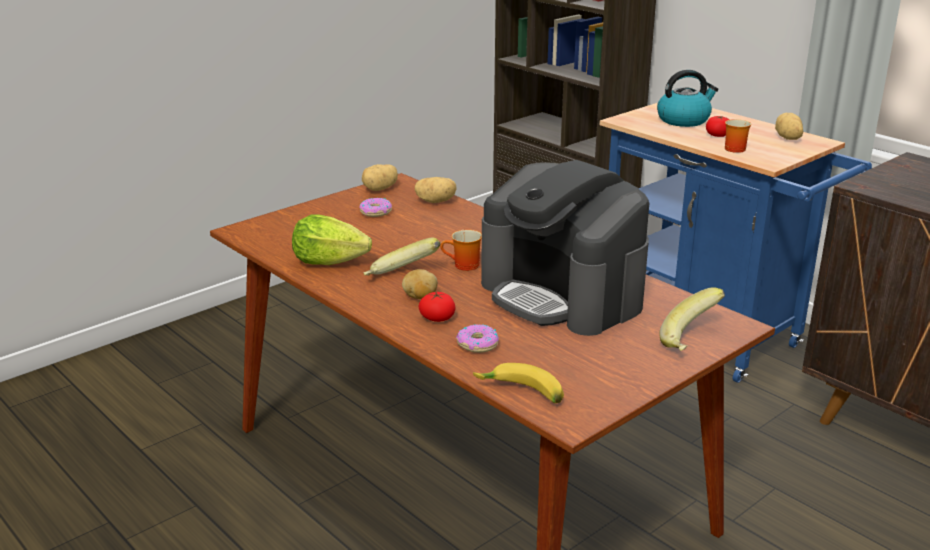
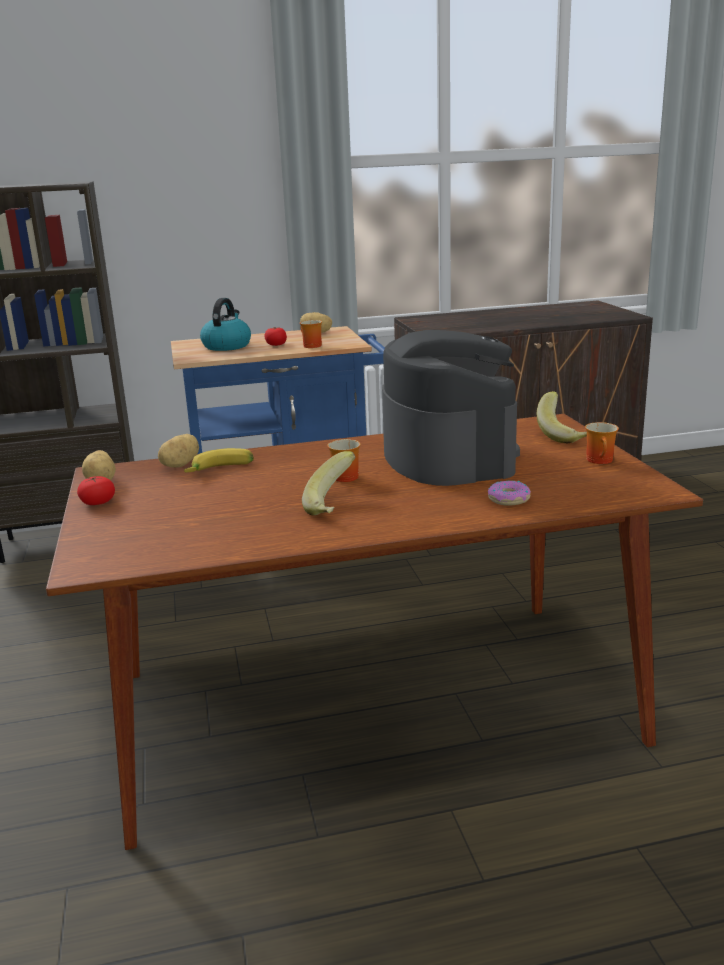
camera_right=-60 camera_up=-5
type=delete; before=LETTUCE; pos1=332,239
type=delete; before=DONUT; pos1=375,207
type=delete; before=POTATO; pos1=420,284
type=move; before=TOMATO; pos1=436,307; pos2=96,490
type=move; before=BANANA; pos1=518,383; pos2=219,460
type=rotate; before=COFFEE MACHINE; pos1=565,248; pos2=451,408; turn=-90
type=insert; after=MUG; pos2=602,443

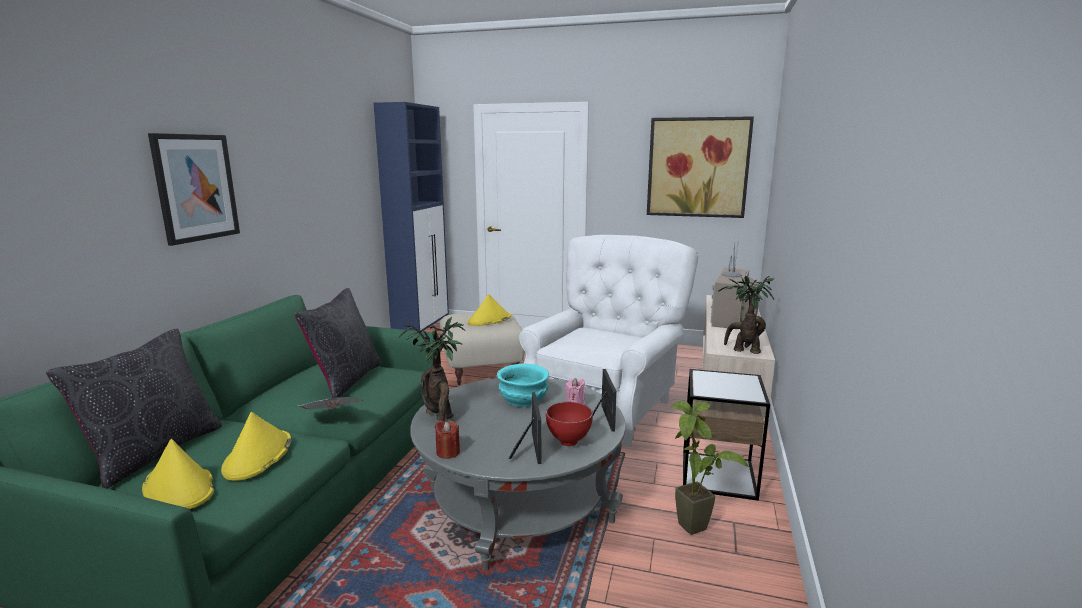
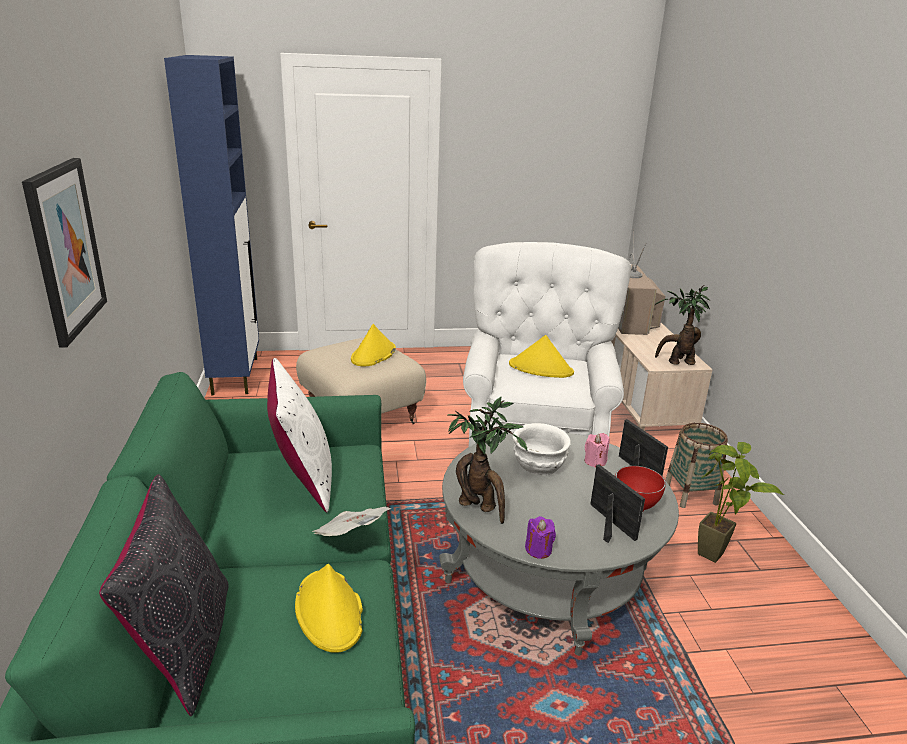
camera_right=-25 camera_up=10
type=move; before=YELLOW HAT; pos1=178,474; pos2=541,356
type=recolor; before=BLACK PILLOW; after=WHITE PILLOW; pos1=338,343; pos2=299,435
type=recolor; before=RED CANDLE; after=PURPLE CANDLE; pos1=447,439; pos2=540,537
type=recolor; before=TURQUOISE BOWL; after=WHITE BOWL; pos1=523,385; pos2=542,449
type=delete; before=PICTURE; pos1=700,167
type=replace; before=SIDE TABLE; after=BASKET; pos1=726,435; pos2=697,465

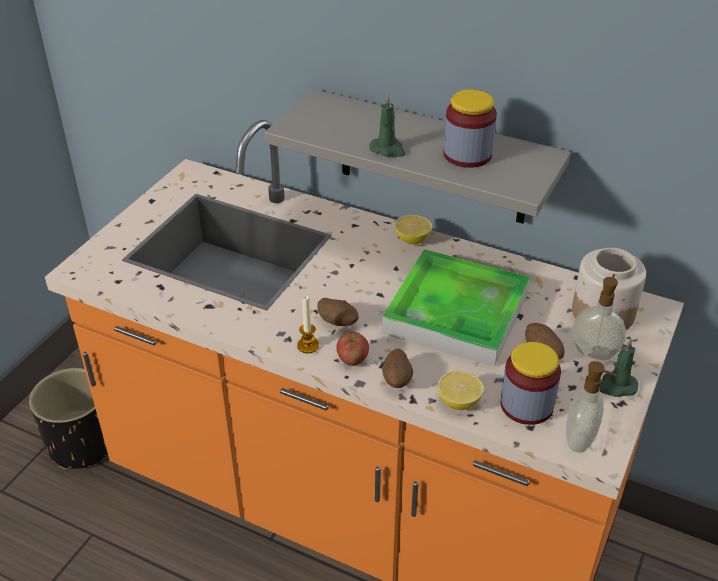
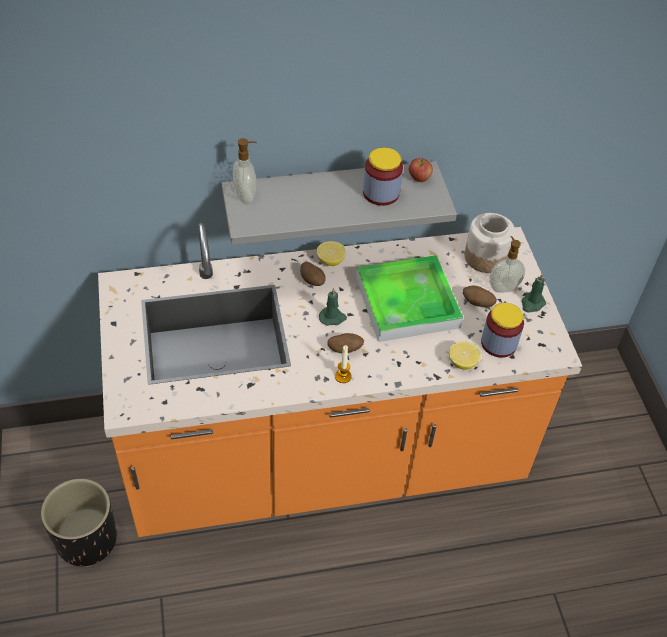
camera_right=-40 camera_up=10
type=move; before=APPLE; pos1=352,349; pos2=421,170
type=move; before=GREEN CANDLE; pos1=387,125; pos2=333,307
type=move; before=POTATO; pos1=397,368; pos2=313,274
type=move; before=SOAP DISPENSER; pos1=591,407; pos2=245,171

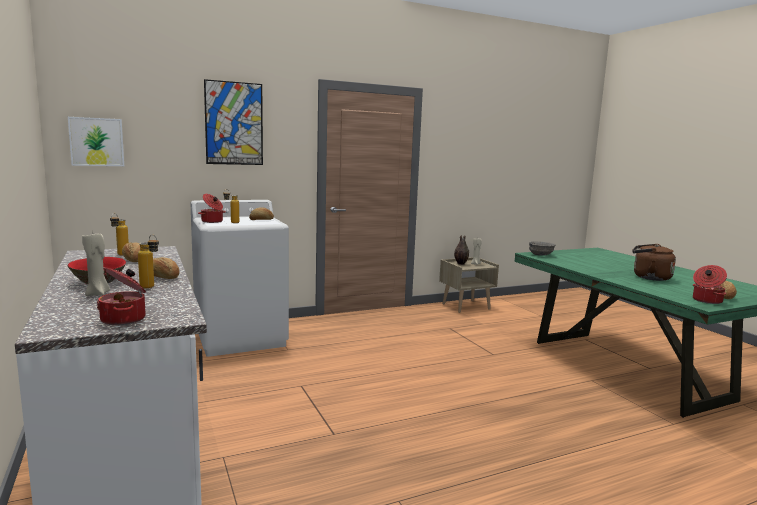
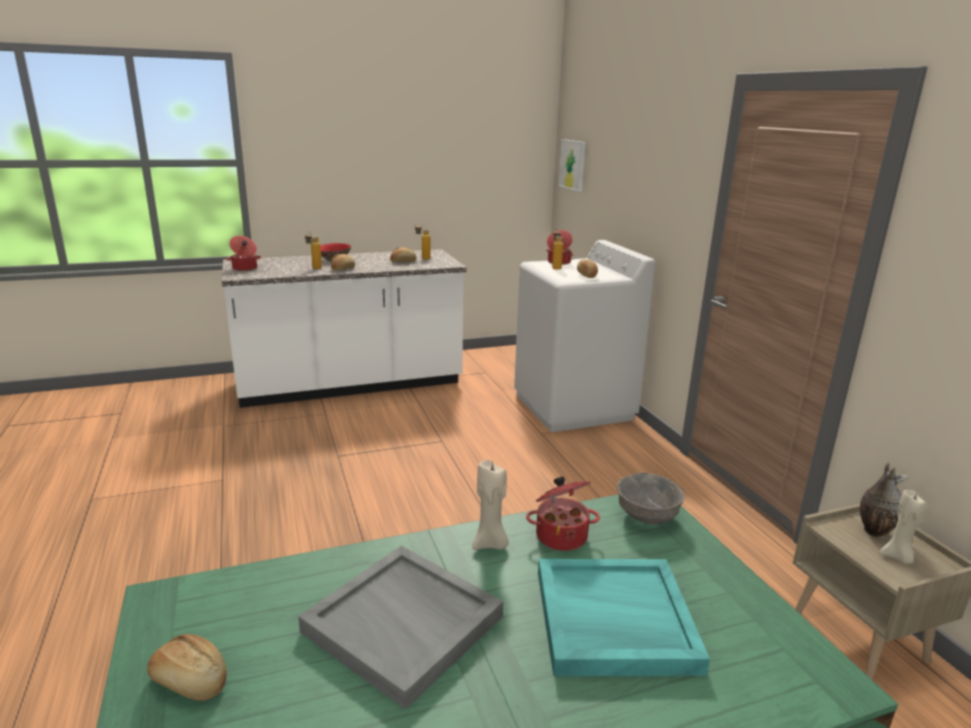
camera_right=95 camera_up=10
type=move; before=BEIGE CANDLE; pos1=96,265; pos2=490,505
type=delete; before=PICTURE; pos1=233,122
type=replace; before=BROWN KETTLE; after=GREY TRAY; pos1=654,262; pos2=400,628
type=move; before=COOKING POT; pos1=710,284; pos2=563,513
type=insert; after=TURQUOISE TRAY; pos2=624,617

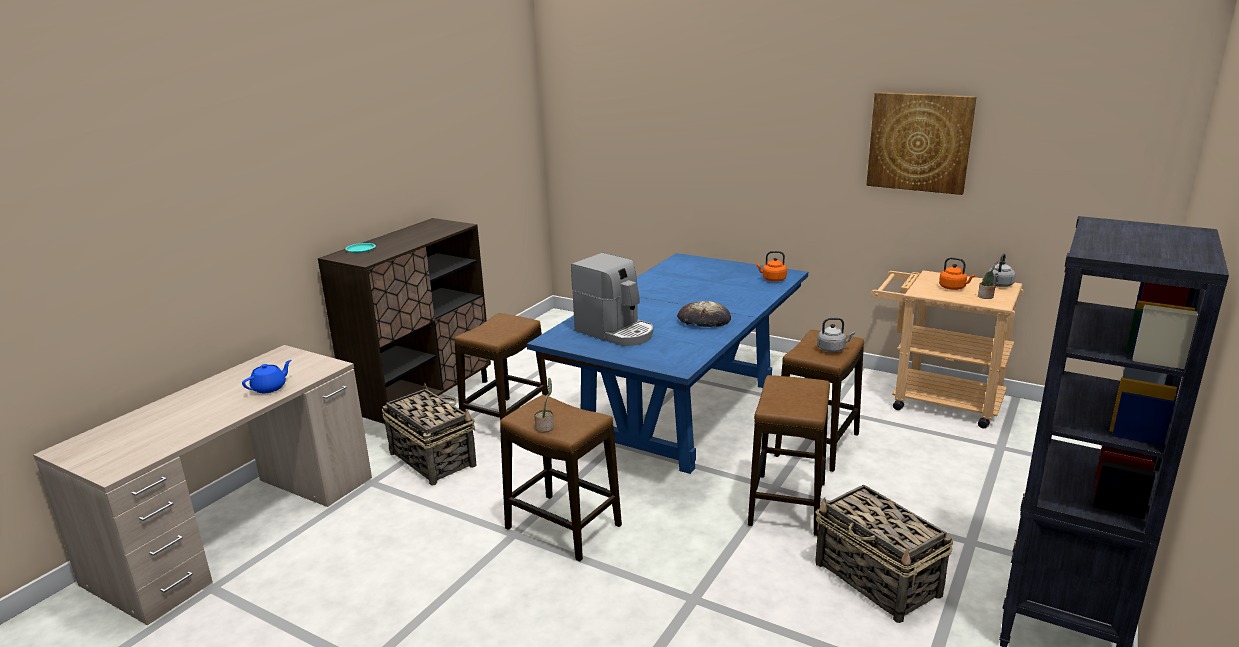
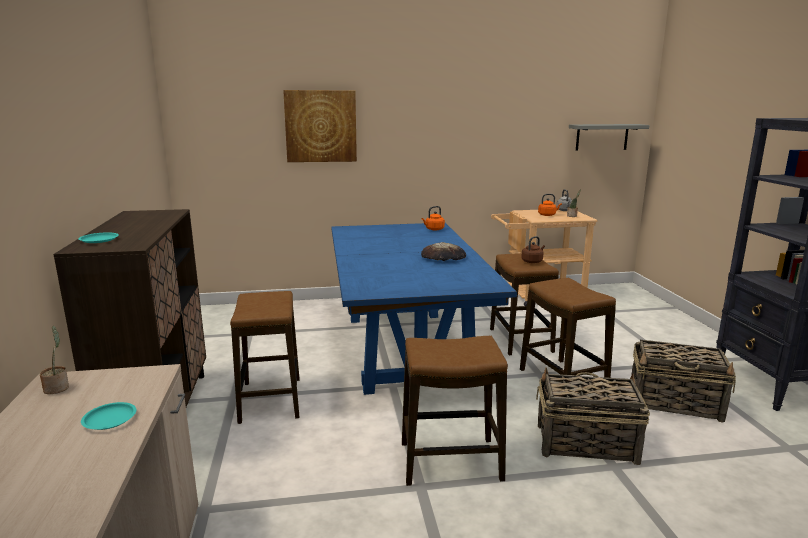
camera_right=-40 camera_up=-5
type=replace; before=BLUE TEAPOT; after=TURQUOISE PLATE; pos1=266,376; pos2=108,416
type=move; before=BASKET; pos1=429,434; pos2=593,416
type=move; before=POTTED PLANT; pos1=544,405; pos2=54,360
type=delete; before=COFFEE MACHINE; pos1=612,299
type=recolor; before=GREY KETTLE; after=BROWN KETTLE; pos1=836,334; pos2=533,249
type=move; before=PICTURE; pos1=921,143; pos2=320,126
type=insert; after=GREY SHELF; pos2=609,137

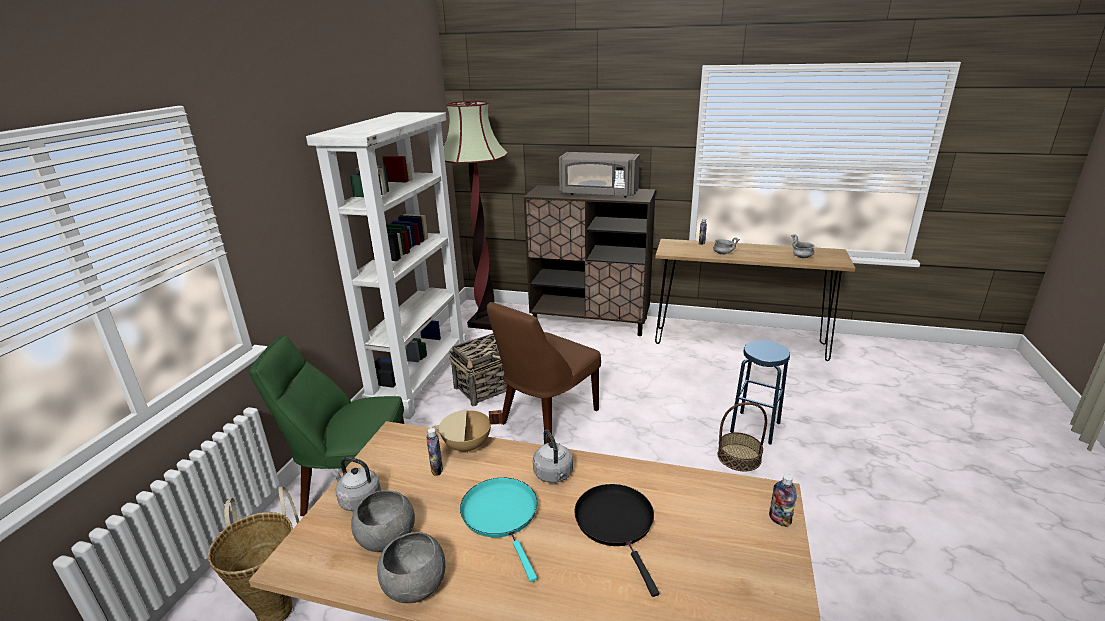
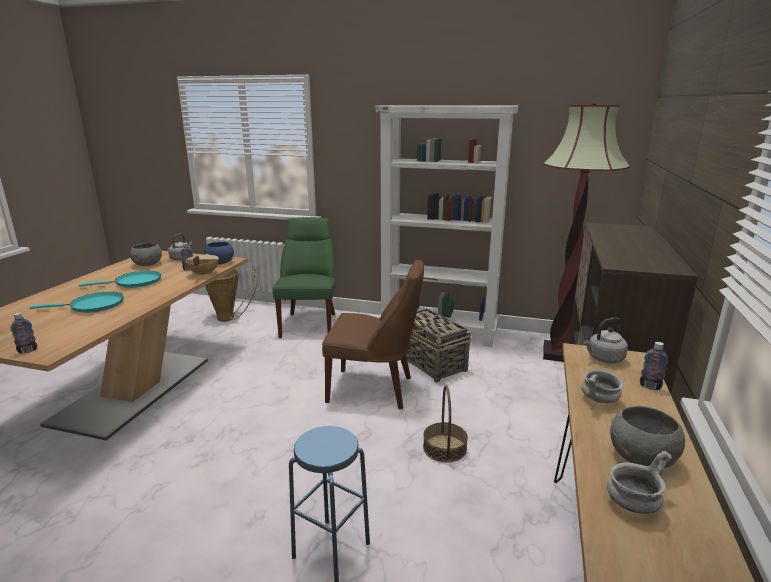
camera_right=90 camera_up=-5
type=move; before=GREY BOWL; pos1=411,567; pos2=647,437
type=rotate; before=BROWN CHAIR; pos1=544,372; pos2=373,334; turn=150
type=move; before=GREY KETTLE; pos1=553,456; pos2=606,340
type=delete; before=GREY MICROWAVE; pos1=599,175
type=recolor; before=BLACK FRYING PAN; after=TURQUOISE FRYING PAN; pos1=616,540; pos2=77,302
type=move; before=BASKET; pos1=742,436; pos2=445,423
type=insert; after=BLUE BOWL; pos2=219,253

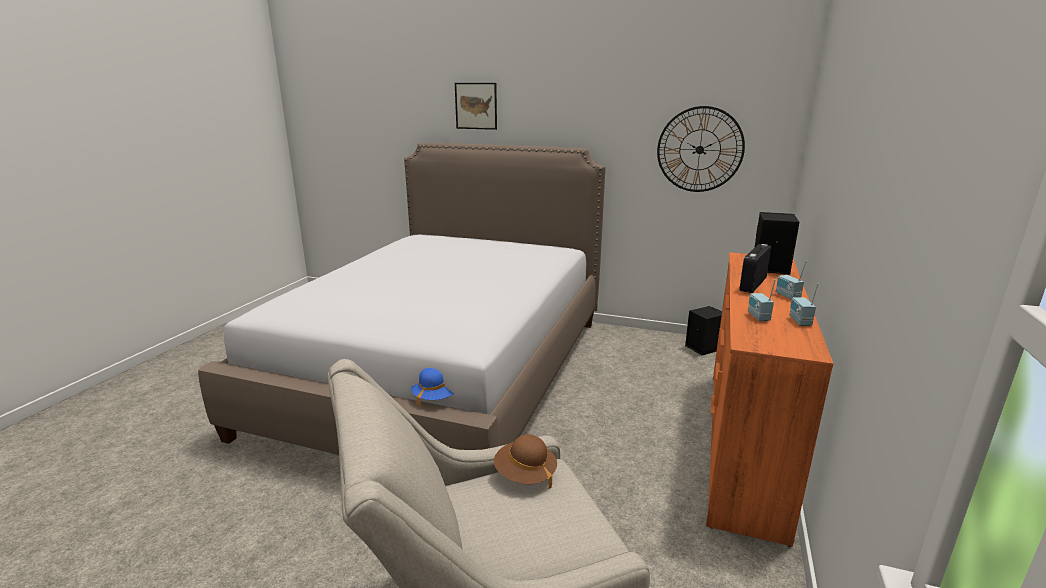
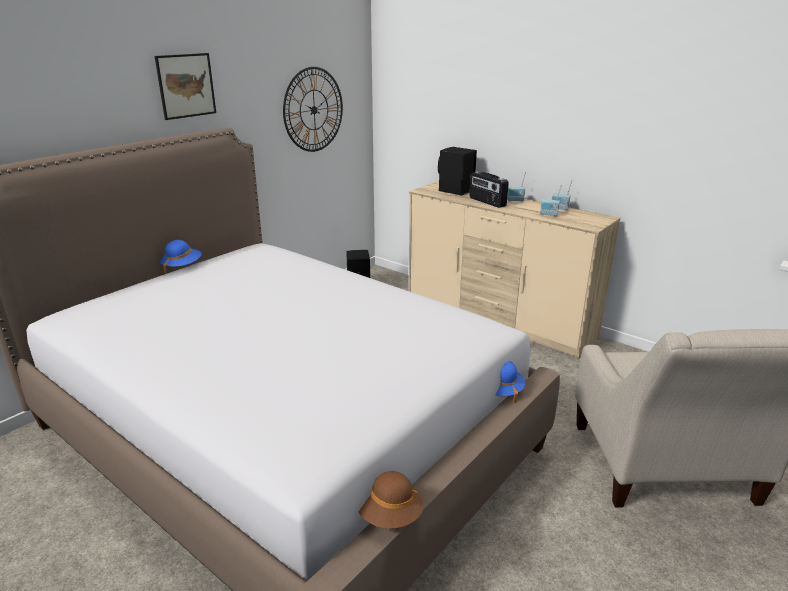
camera_right=-70 camera_up=5
type=move; before=PICTURE; pos1=476,106; pos2=185,86
type=move; before=BROWN HAT; pos1=525,461; pos2=391,500
type=recolor; before=ORANGE DRESSER; after=BEIGE DRESSER; pos1=770,399; pos2=515,270
type=insert; after=BLUE HAT; pos2=180,256

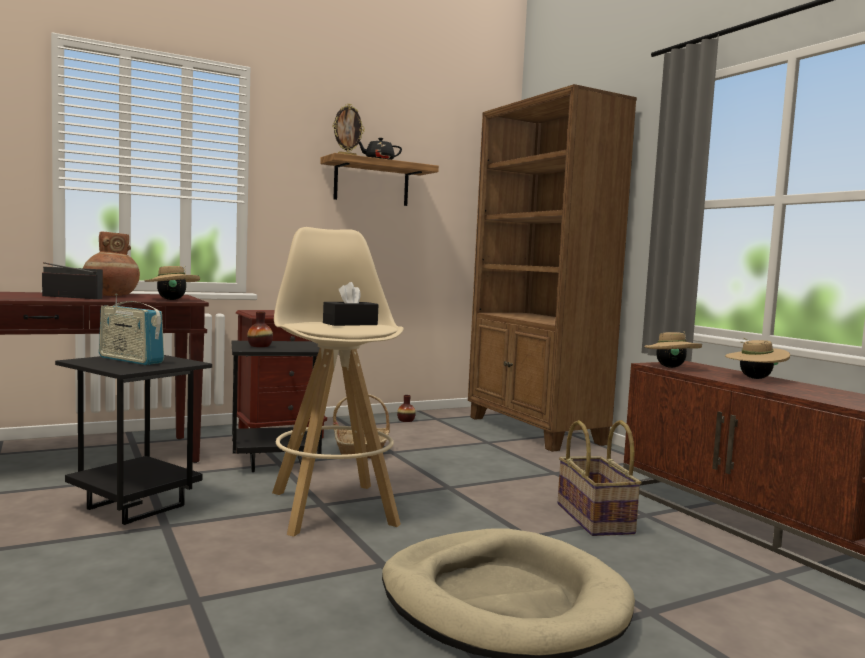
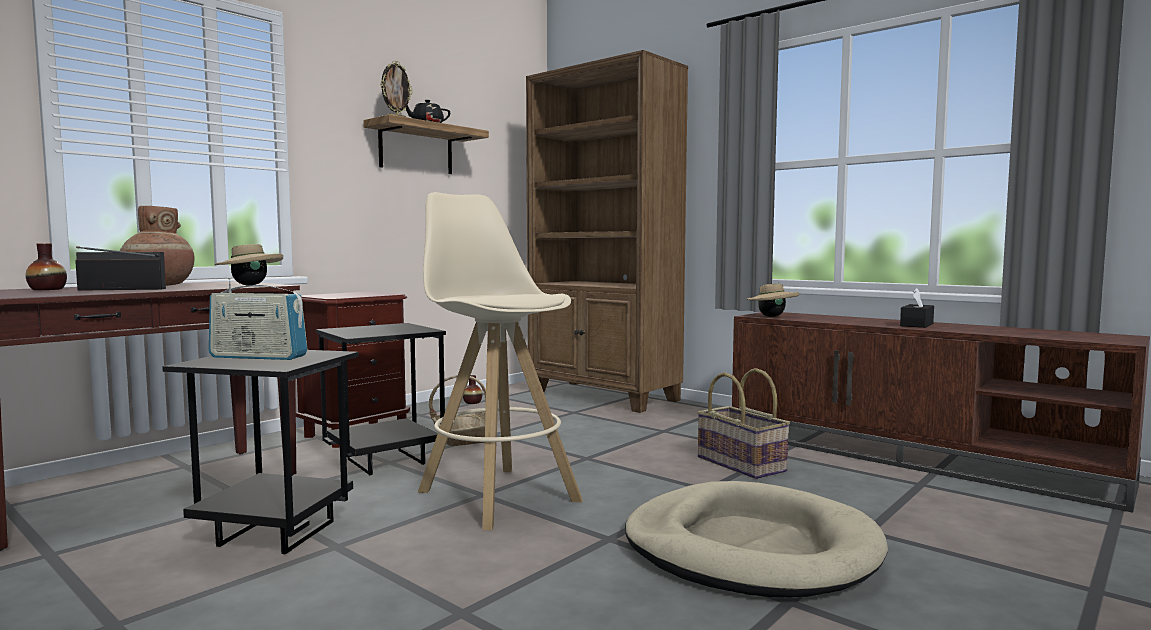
camera_right=-20 camera_up=0
type=move; before=VASE; pos1=260,329; pos2=46,266
type=move; before=BLACK TISSUE BOX; pos1=350,304; pos2=917,308
type=delete; before=BEIGE HAT; pos1=757,358

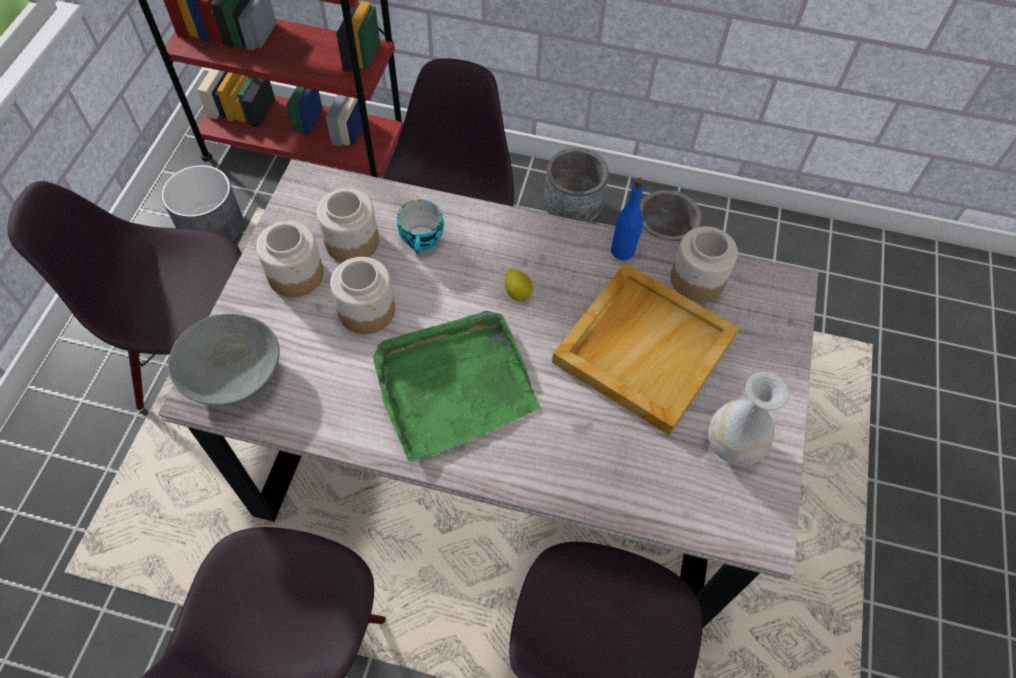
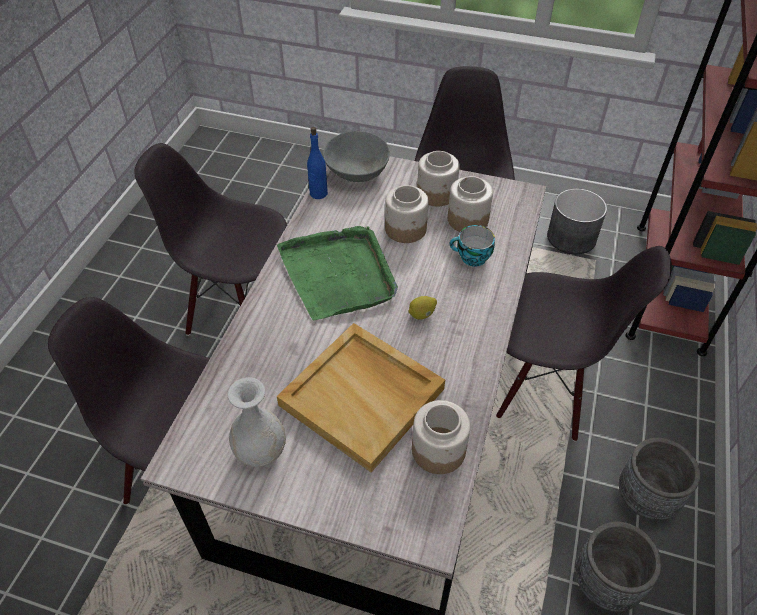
camera_right=95 camera_up=-10
type=move; before=BLUE BOTTLE; pos1=627,218; pos2=317,163

